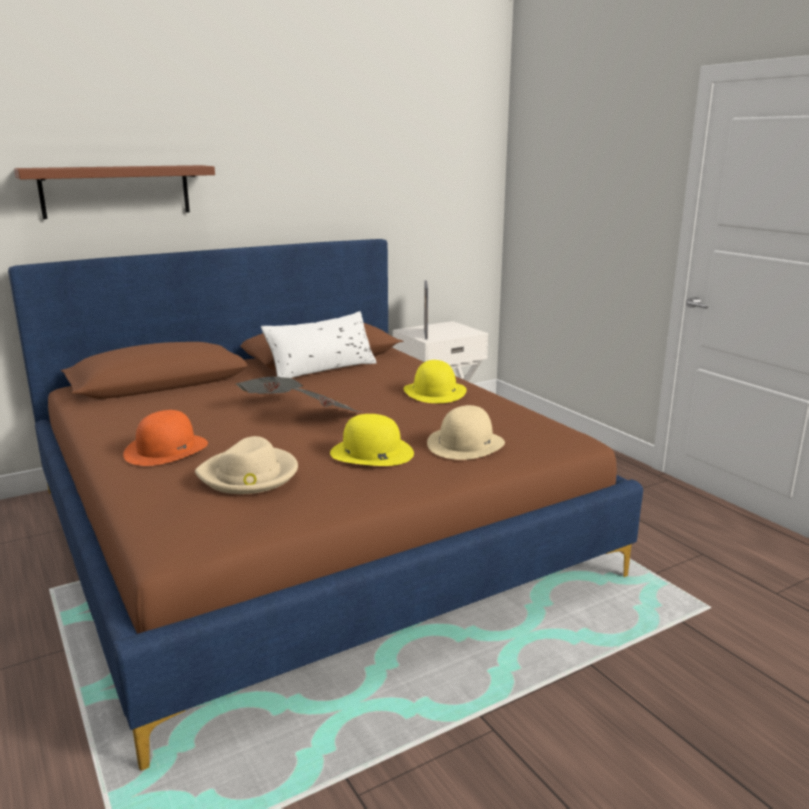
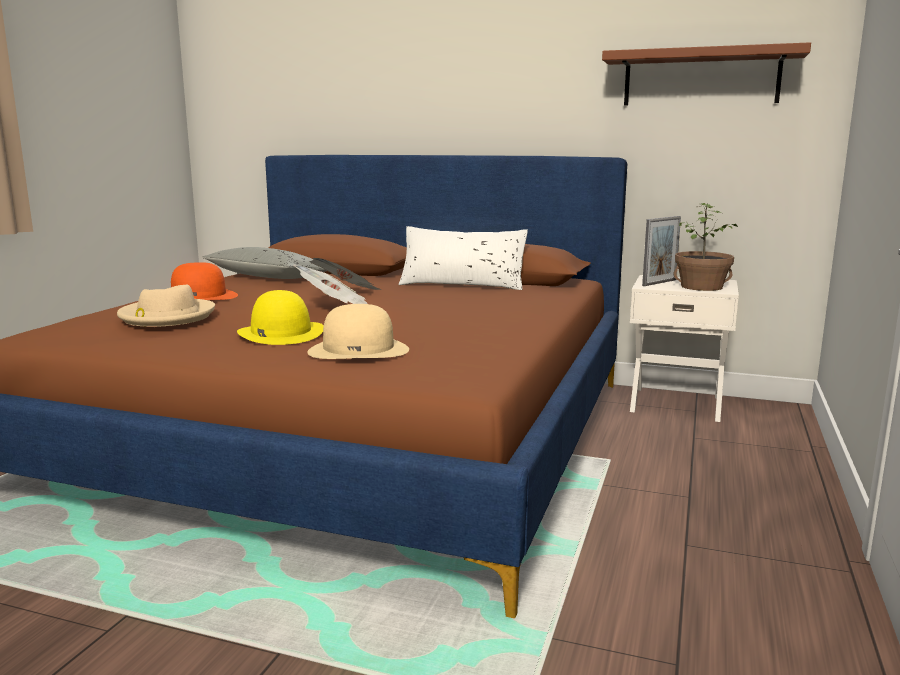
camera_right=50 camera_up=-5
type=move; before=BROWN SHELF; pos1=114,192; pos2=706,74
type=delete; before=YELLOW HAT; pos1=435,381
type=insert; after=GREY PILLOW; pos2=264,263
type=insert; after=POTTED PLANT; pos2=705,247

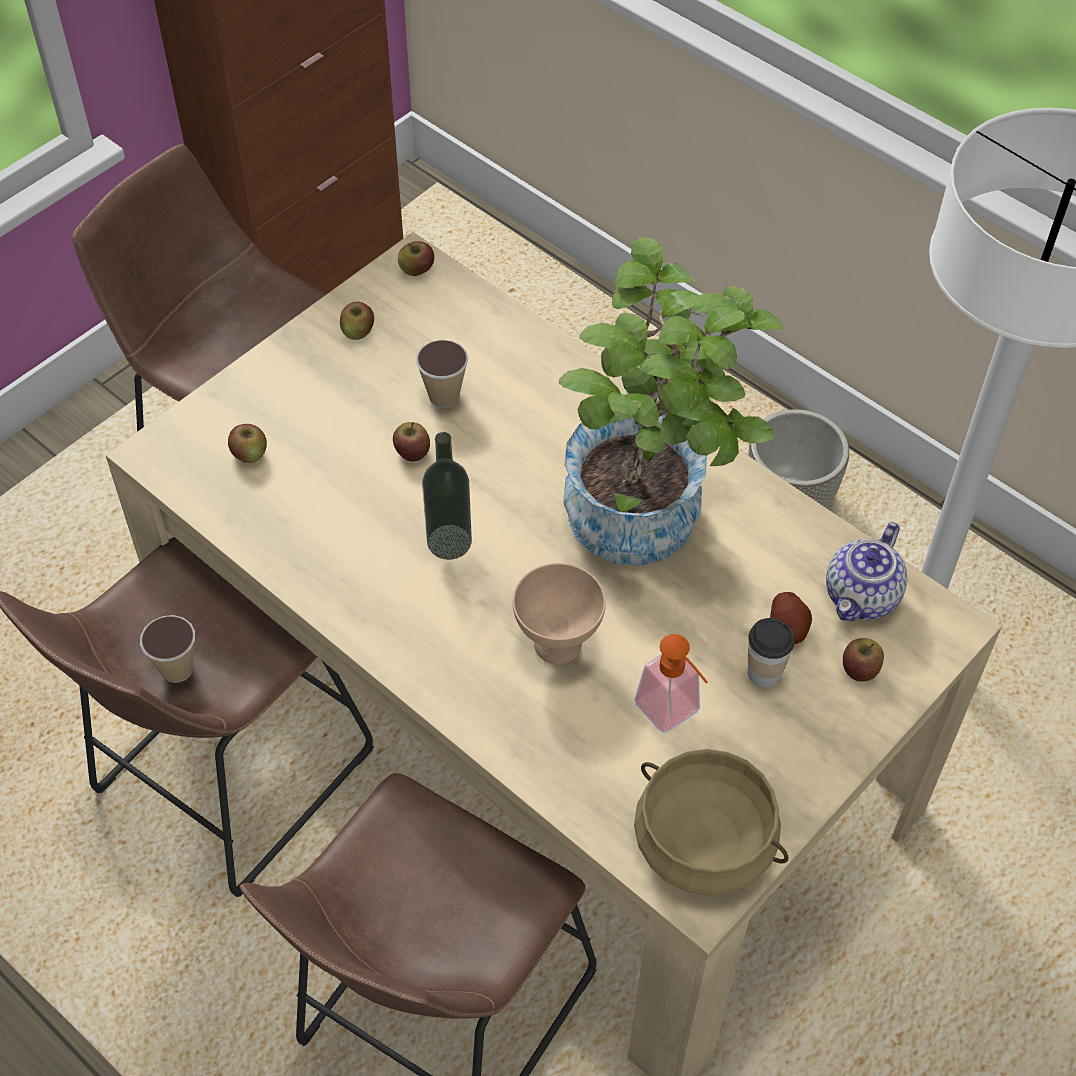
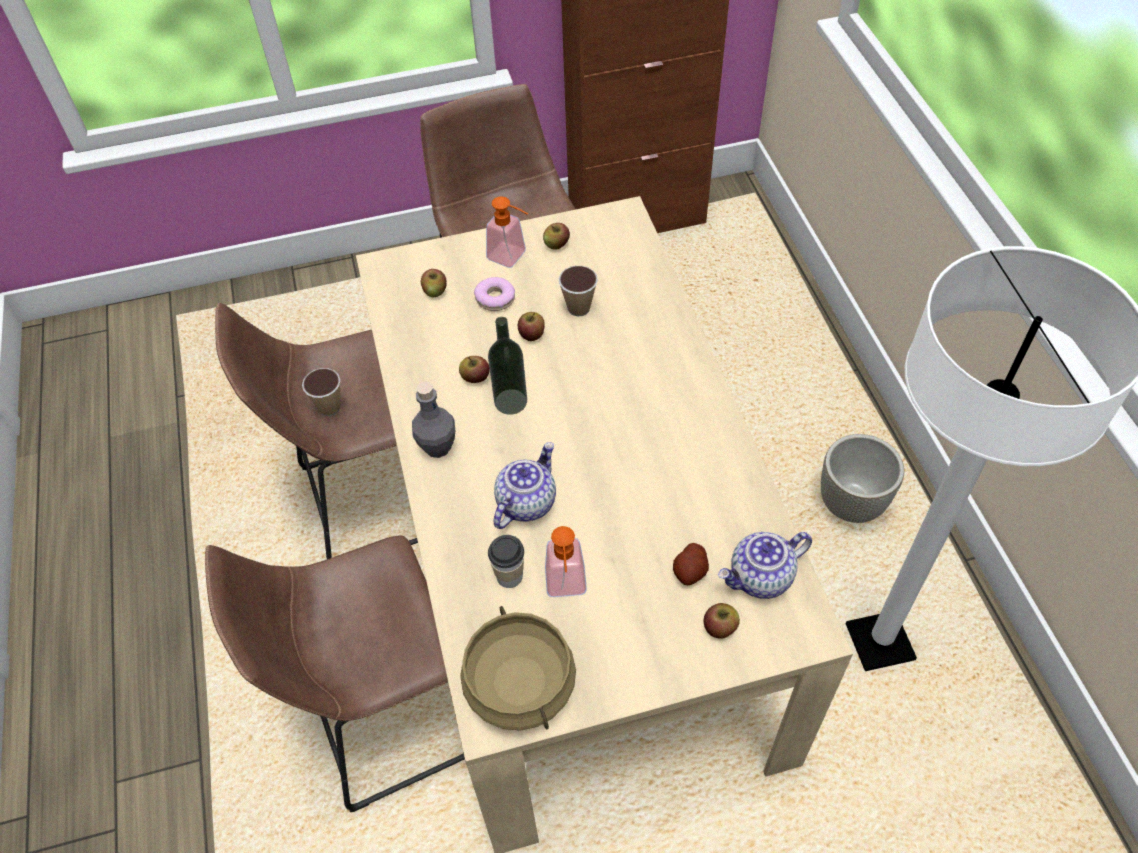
camera_right=35 camera_up=0
type=move; before=APPLE; pos1=416,258; pos2=474,369
type=replace; before=BEIGE BOWL; after=TEAPOT; pos1=559,614; pos2=525,485
type=delete; before=POTTED PLANT; pos1=672,401
type=move; before=CUP; pos1=771,652; pos2=506,561
type=insert; after=GREY BOTTLE; pos2=433,419
type=insert; after=DONUT; pos2=494,294
type=insert; after=SOAP DISPENSER; pos2=507,232

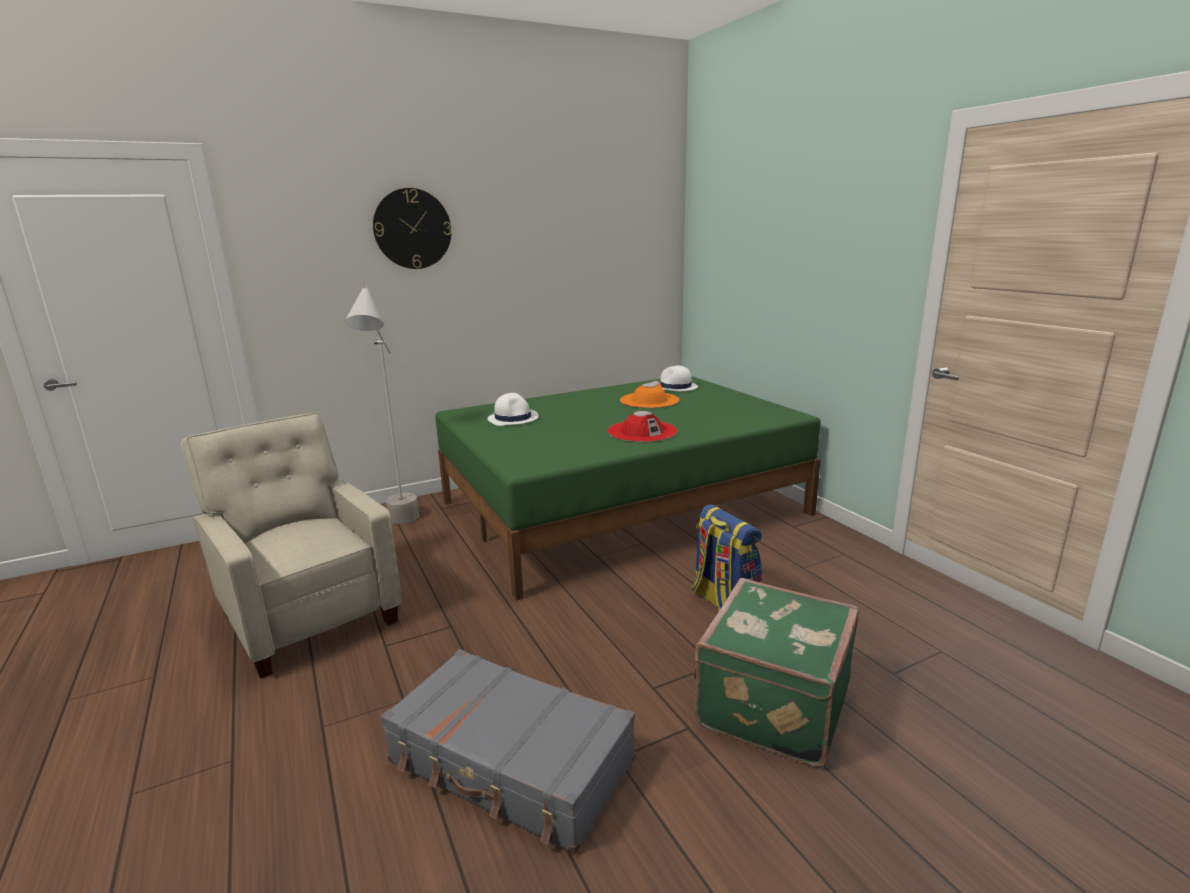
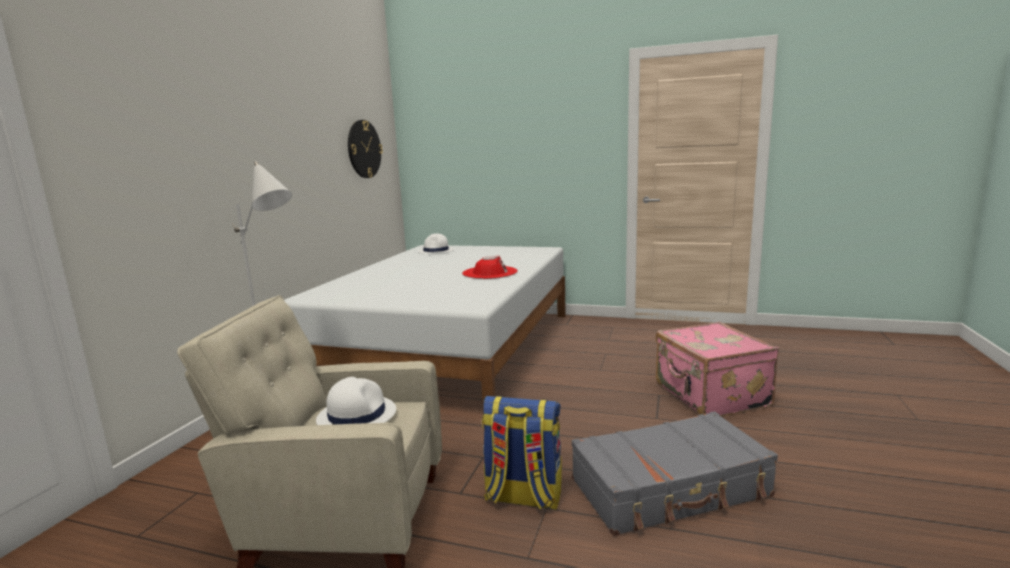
camera_right=-45 camera_up=-5
type=move; before=WALL CLOCK; pos1=412,228; pos2=365,149
type=recolor; before=GREEN BED; after=WHITE BED; pos1=628,488; pos2=425,323
type=move; before=WHITE HAT; pos1=513,409; pos2=356,401
type=delete; before=ORANGE HAT; pos1=649,394
type=move; before=BACKPACK; pos1=727,557; pos2=522,453
type=recolor; before=GREEN SUITCASE; after=PINK SUITCASE; pos1=776,673; pos2=717,369

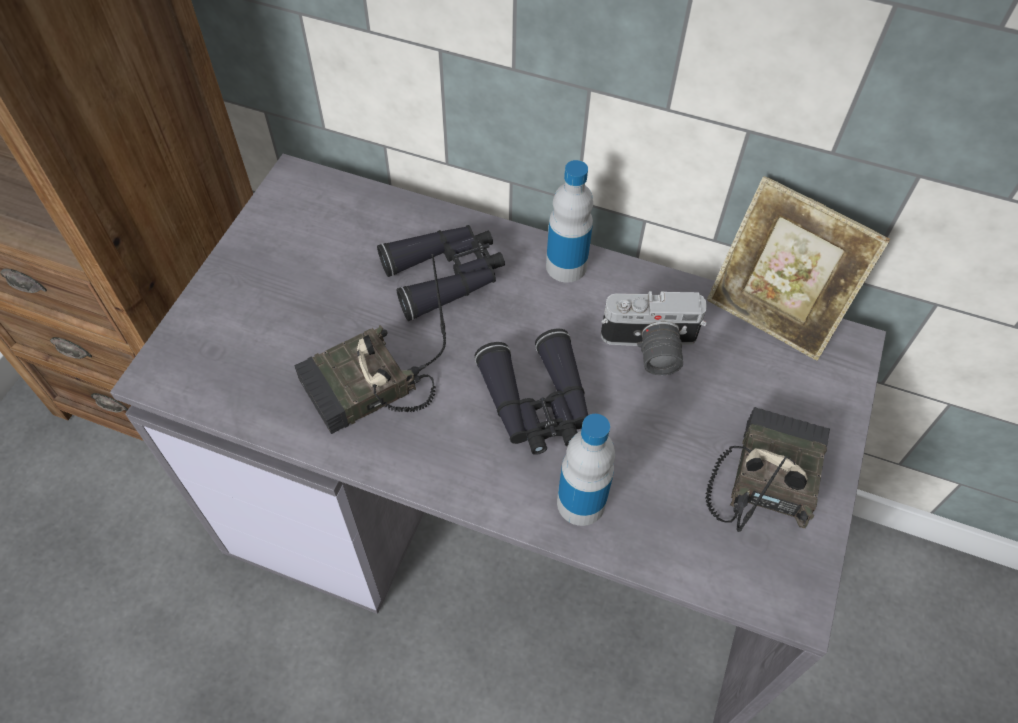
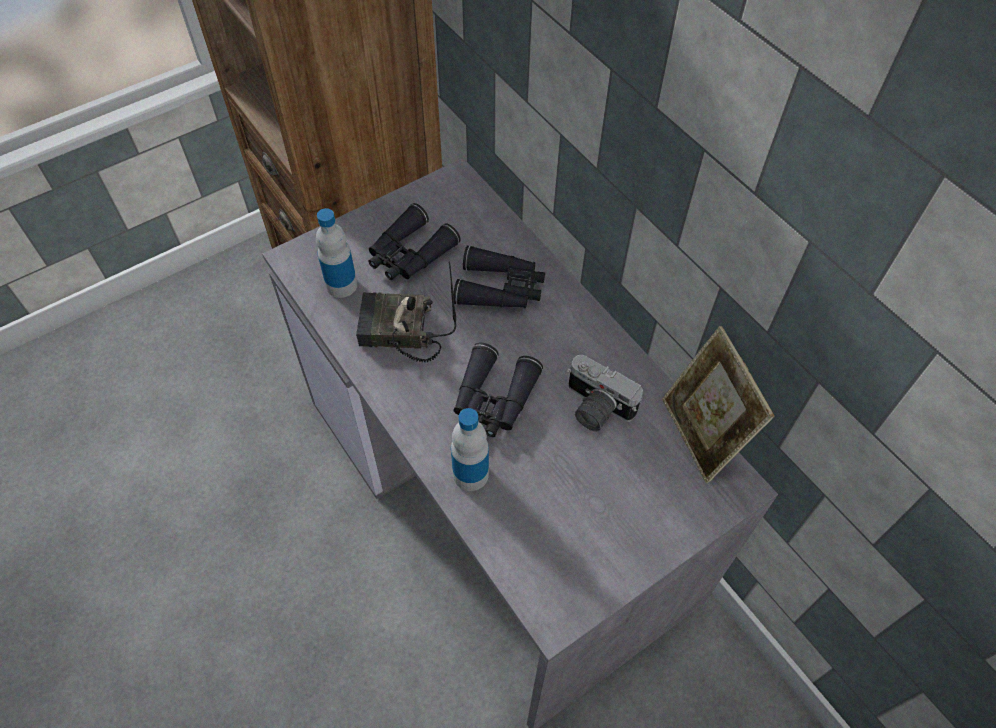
camera_right=35 camera_up=0
type=move; before=BOTTLE; pos1=569,221; pos2=336,253
type=delete; before=RADIO; pos1=767,469
type=insert; after=BLACK BINOCULARS; pos2=414,241

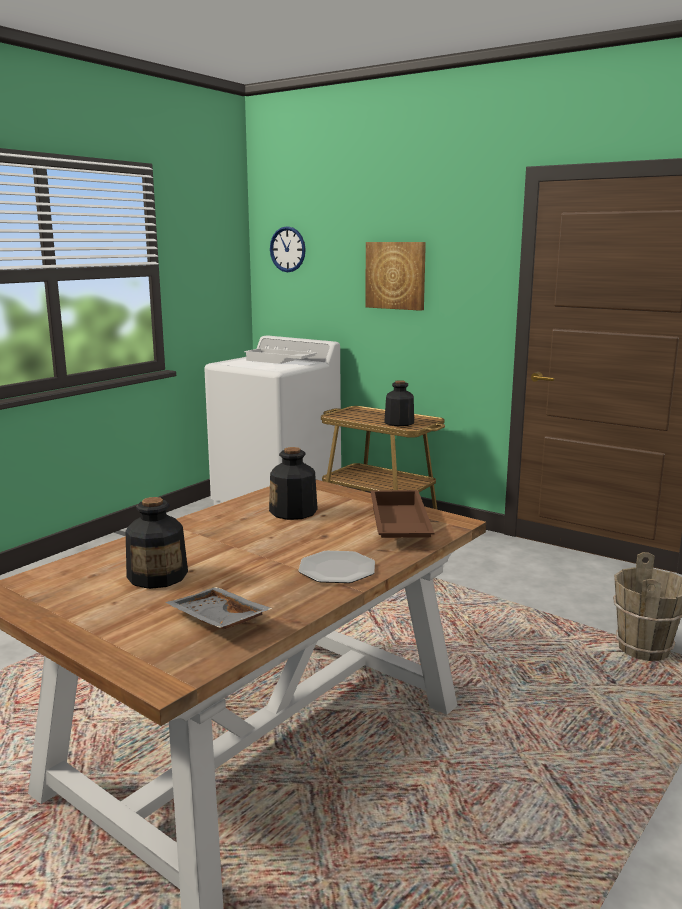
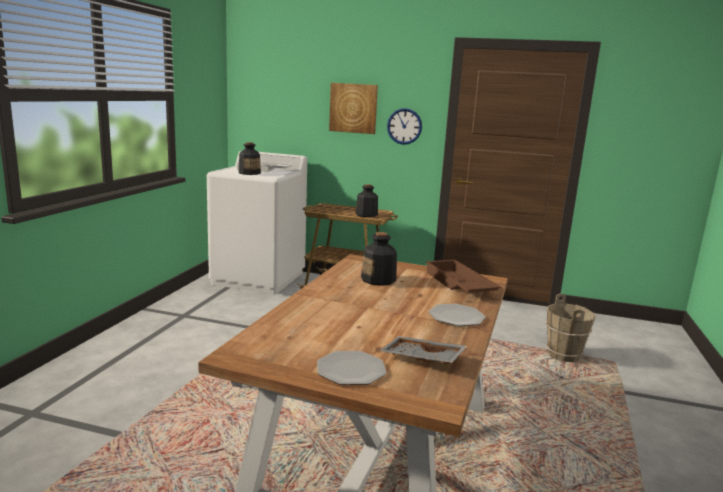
camera_right=-20 camera_up=0
type=move; before=BOTTLE; pos1=157,543; pos2=250,158
type=move; before=WALL CLOCK; pos1=288,249; pos2=404,126
type=insert; after=PLATE; pos2=352,368

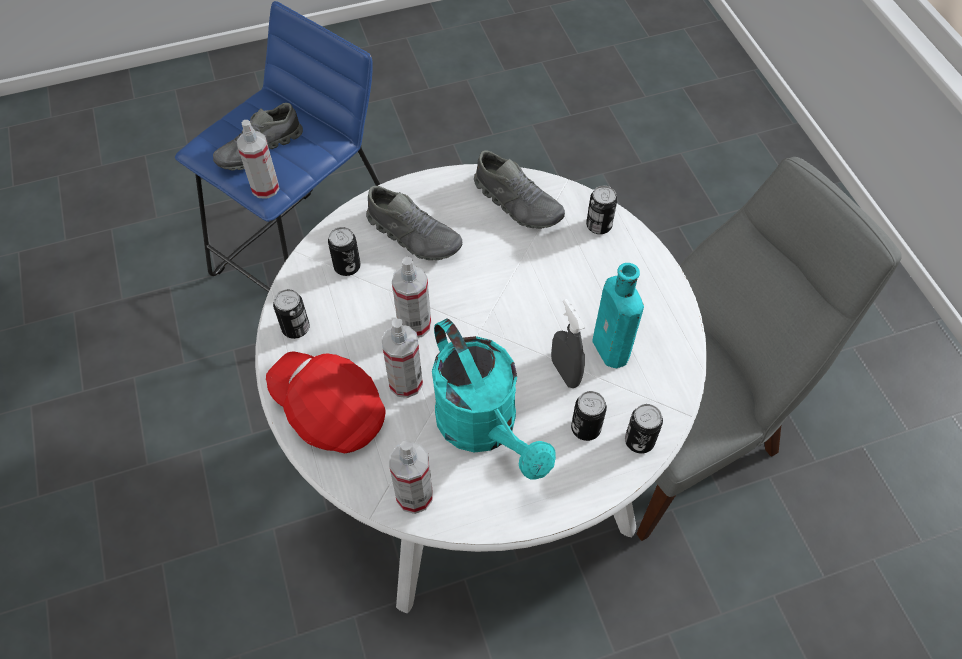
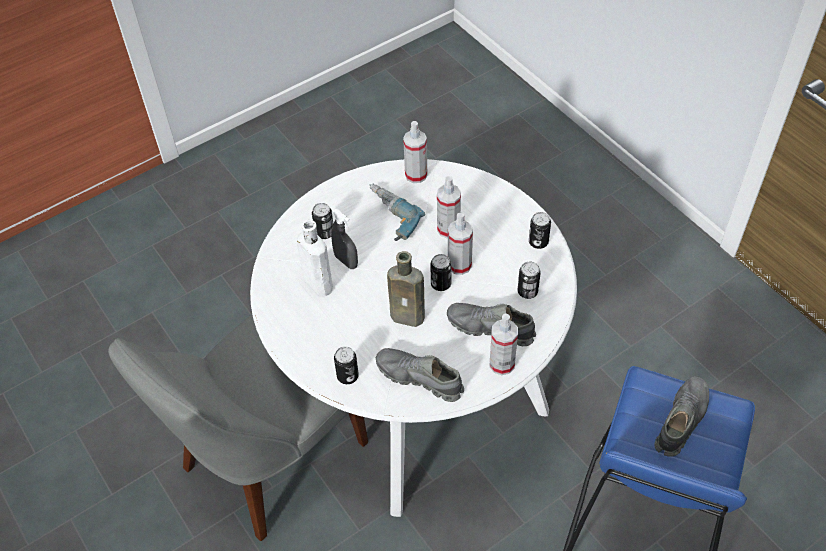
camera_right=165 camera_up=-5
type=move; before=SPRAY BOTTLE; pos1=258,159; pos2=504,344
type=delete; before=RED CAP; pos1=325,402
type=replace; before=TURQUOISE WATERING CAN; after=POWER DRILL; pos1=494,399; pos2=397,212
type=recolor; before=TURQUOISE BOTTLE; after=WHITE BOTTLE; pos1=618,315; pos2=315,258
type=move; before=CAN; pos1=644,429; pos2=441,272
type=insert; after=BROWN BOTTLE; pos2=406,289

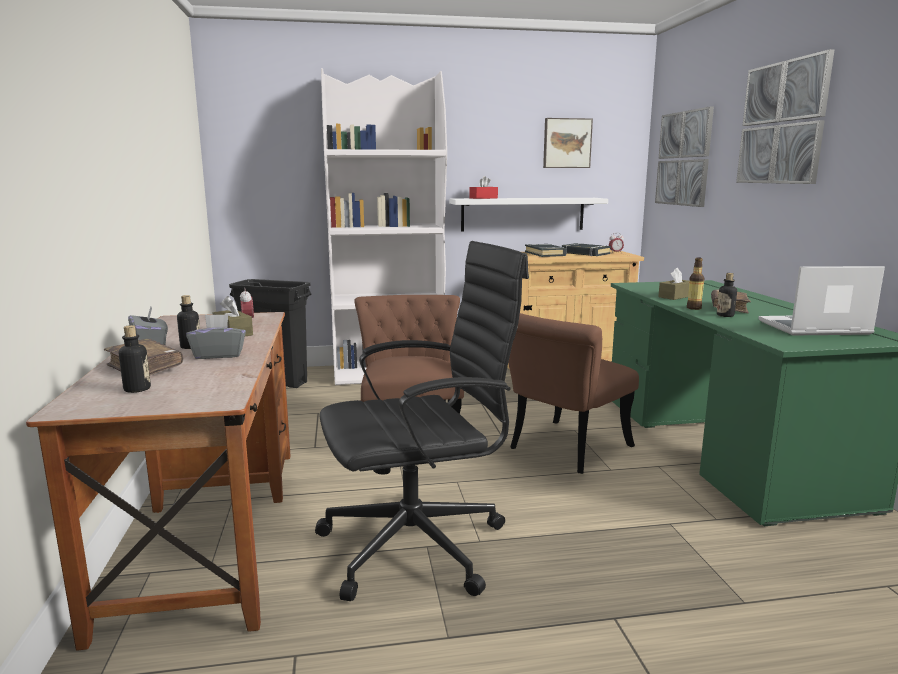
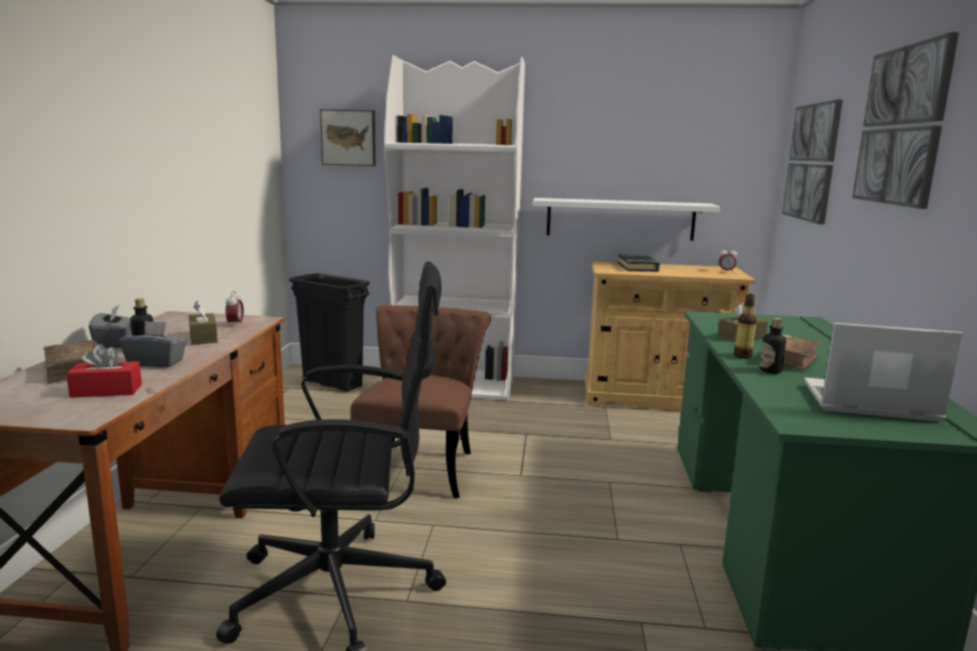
camera_right=15 camera_up=0
type=delete; before=BOTTLE; pos1=135,359
type=move; before=RED TISSUE BOX; pos1=483,187; pos2=104,371
type=delete; before=BROWN CHAIR; pos1=573,393
type=move; before=PICTURE; pos1=568,143; pos2=347,137
type=delete; before=BLACK BOOK; pos1=586,249

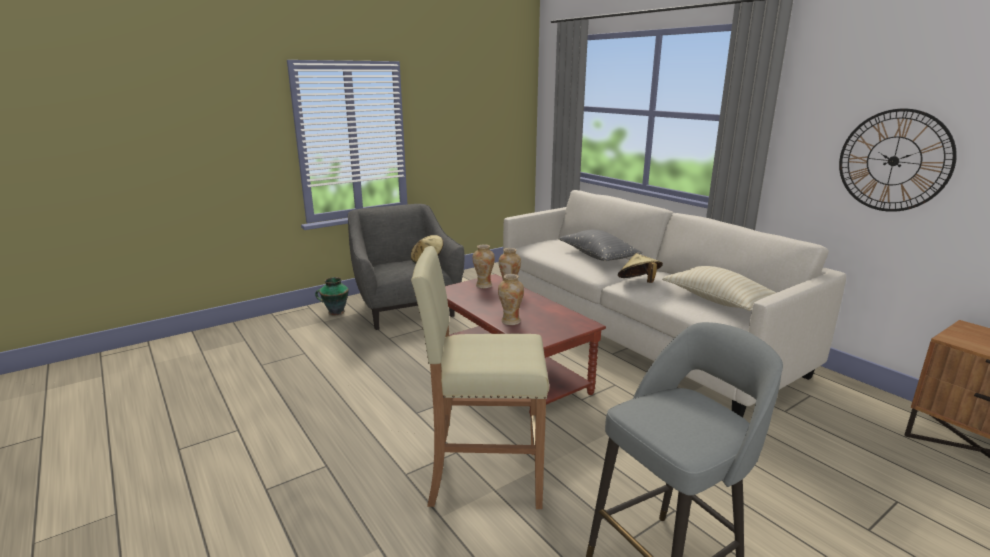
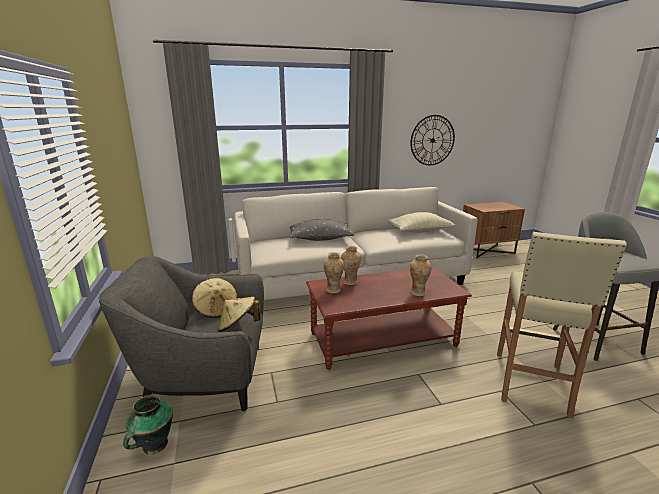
camera_right=-70 camera_up=0
type=move; before=BEIGE HAT; pos1=640,268; pos2=239,314

